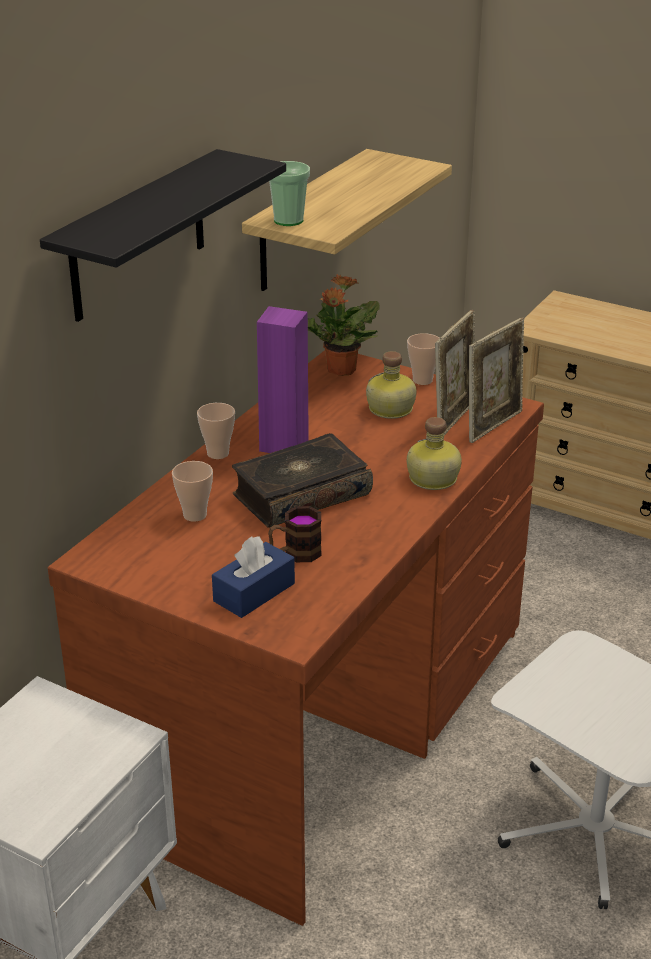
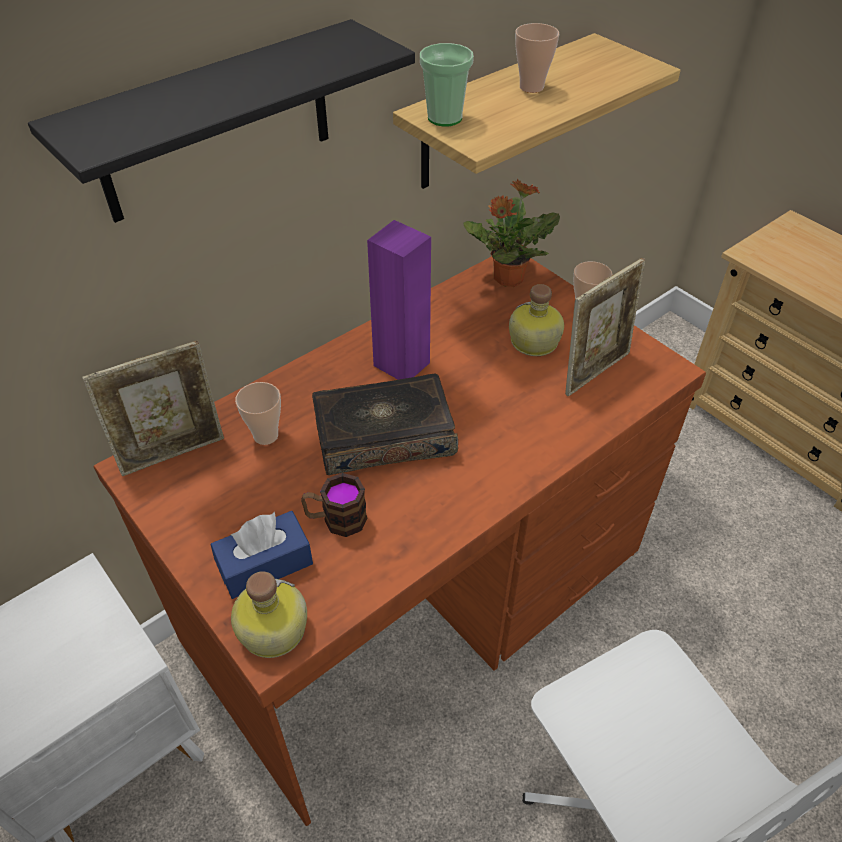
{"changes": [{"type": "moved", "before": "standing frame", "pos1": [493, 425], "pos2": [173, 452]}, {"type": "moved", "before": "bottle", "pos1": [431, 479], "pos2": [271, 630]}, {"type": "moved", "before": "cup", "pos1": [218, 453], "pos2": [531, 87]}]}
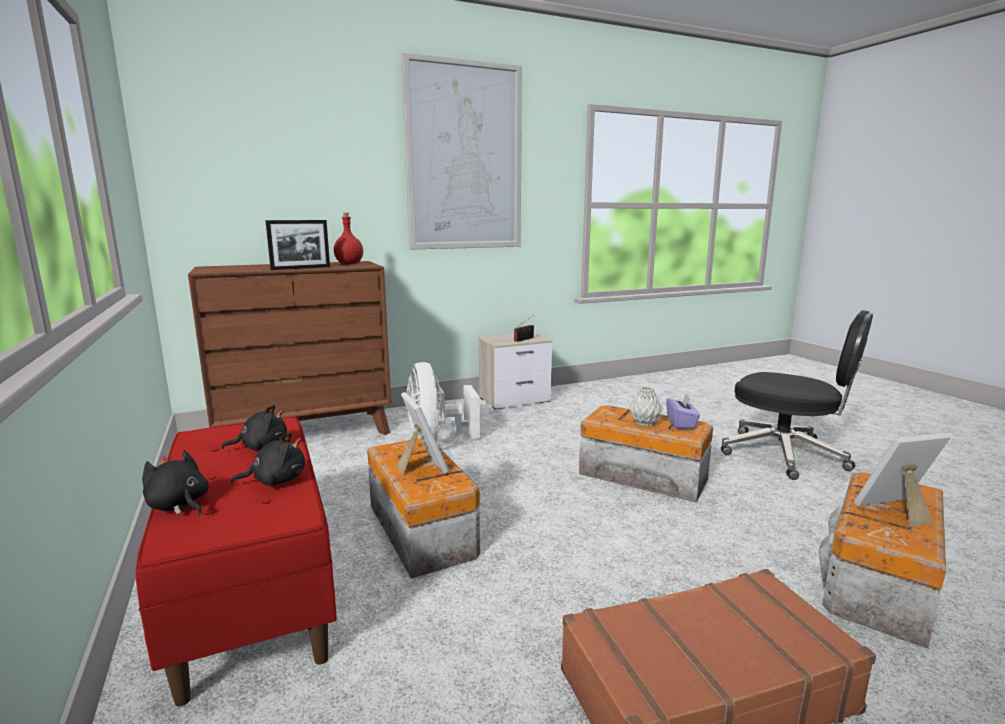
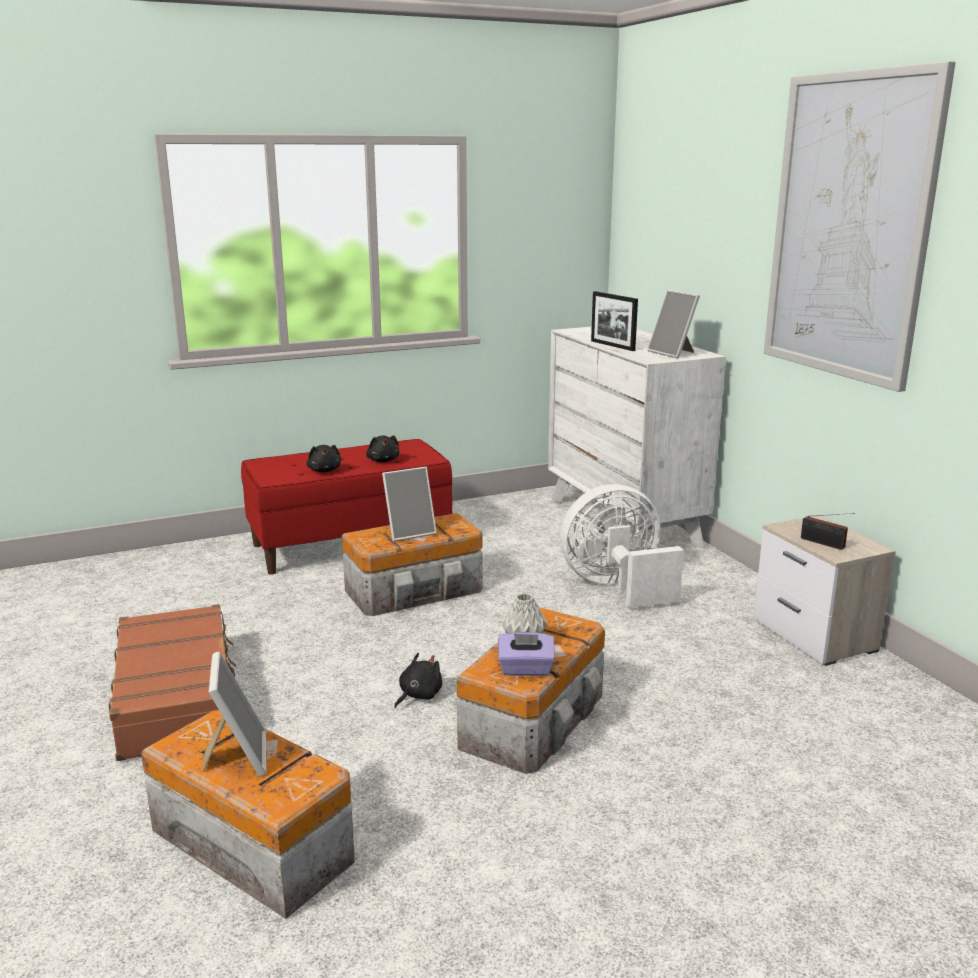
{"changes": [{"type": "moved", "before": "soft toy (black)", "pos1": [179, 505], "pos2": [418, 695]}, {"type": "recoloured", "before": "drawer chest (brownish)", "after": "drawer chest (whitish)", "pos1": [305, 433], "pos2": [623, 522]}, {"type": "replaced", "before": "bottle (red-coloured)", "after": "standing frame", "pos1": [349, 264], "pos2": [673, 353]}, {"type": "removed", "before": "office chair (black)", "pos1": [785, 455]}]}
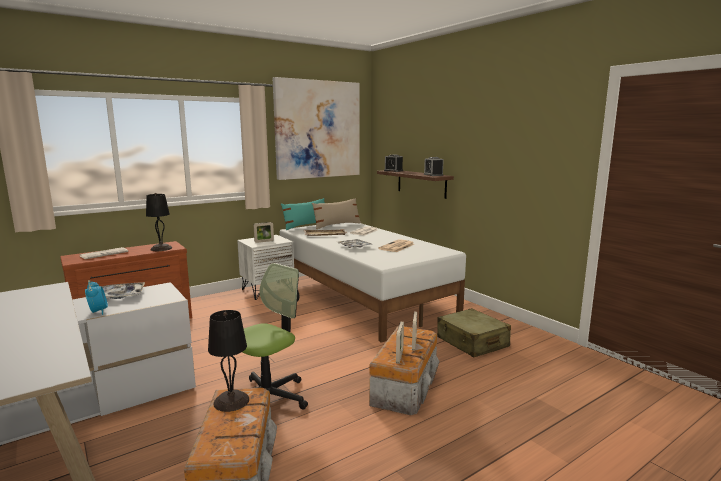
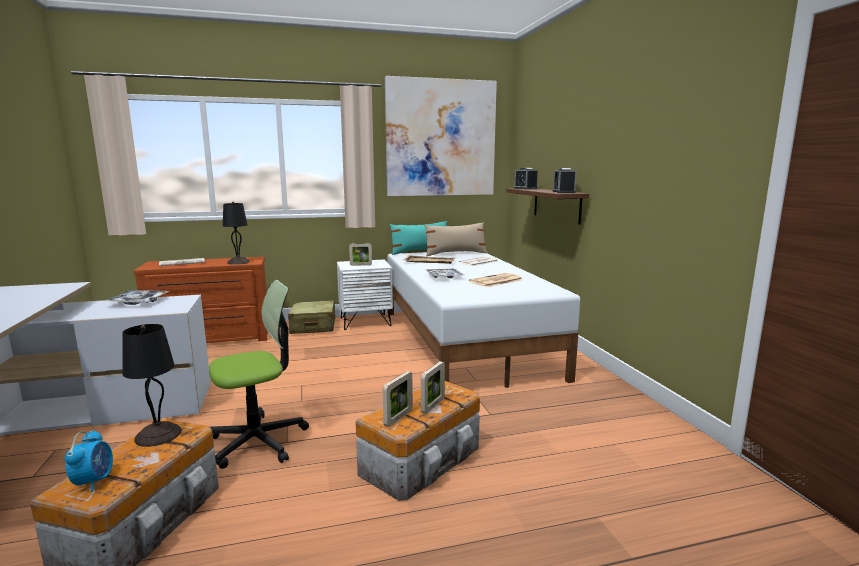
{"changes": [{"type": "moved", "before": "bedside clock", "pos1": [98, 311], "pos2": [94, 481]}, {"type": "moved", "before": "suitcase (beige-coloured)", "pos1": [472, 342], "pos2": [313, 326]}]}
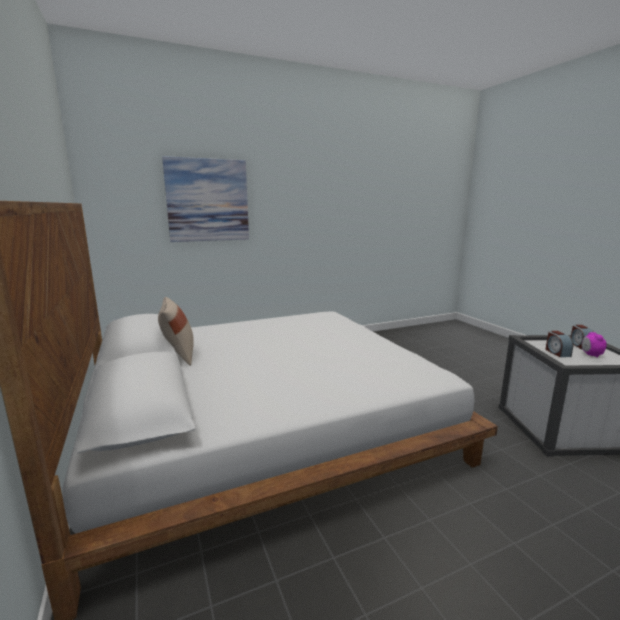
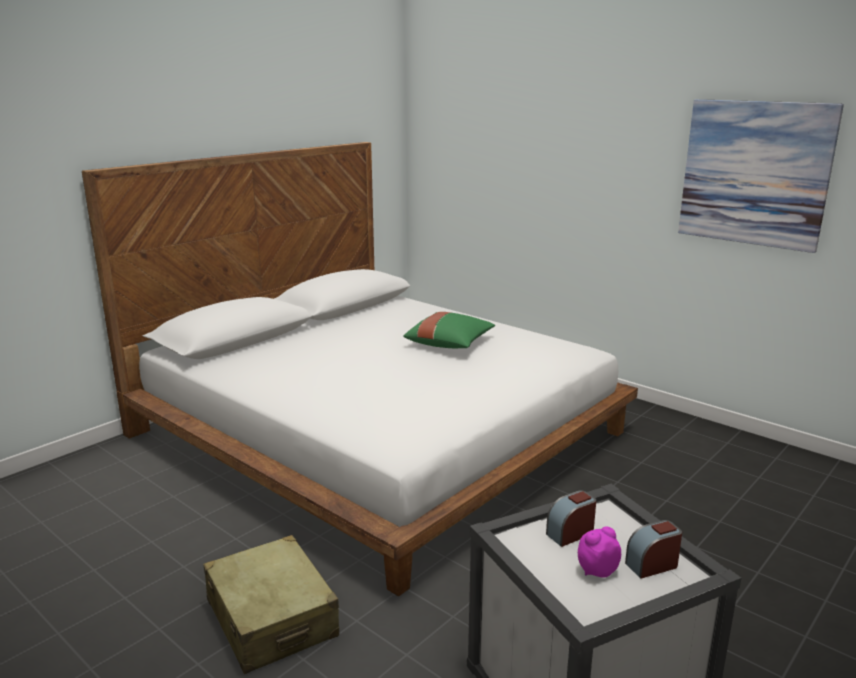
{"changes": [{"type": "added", "after": "suitcase (beige-coloured)", "pos2": [272, 619]}, {"type": "added", "after": "cushion (green)", "pos2": [450, 344]}, {"type": "moved", "before": "wall picture", "pos1": [208, 200], "pos2": [754, 173]}, {"type": "removed", "before": "cushion (beige-coloured)", "pos1": [179, 356]}]}
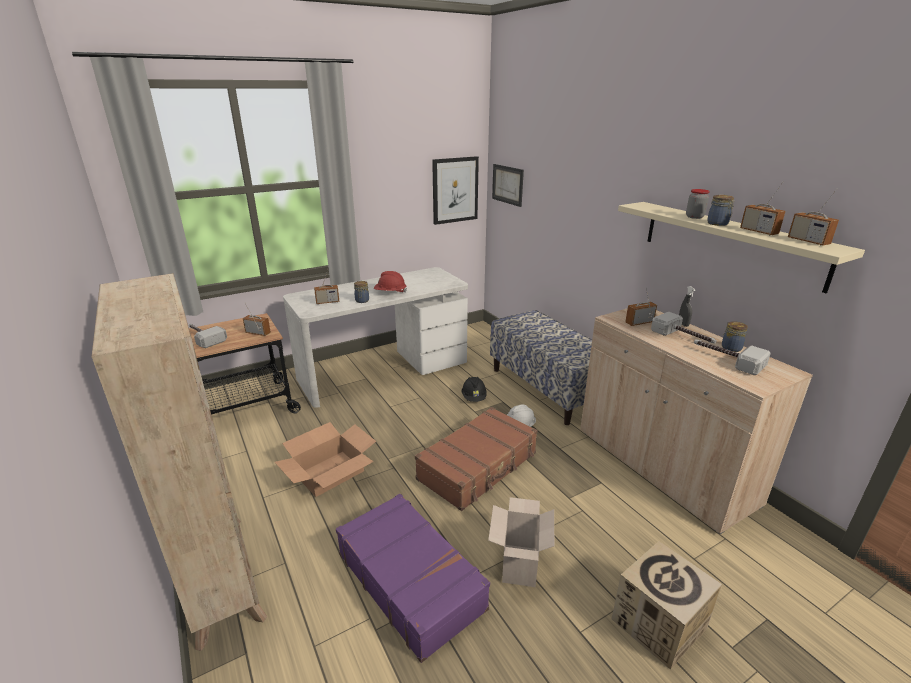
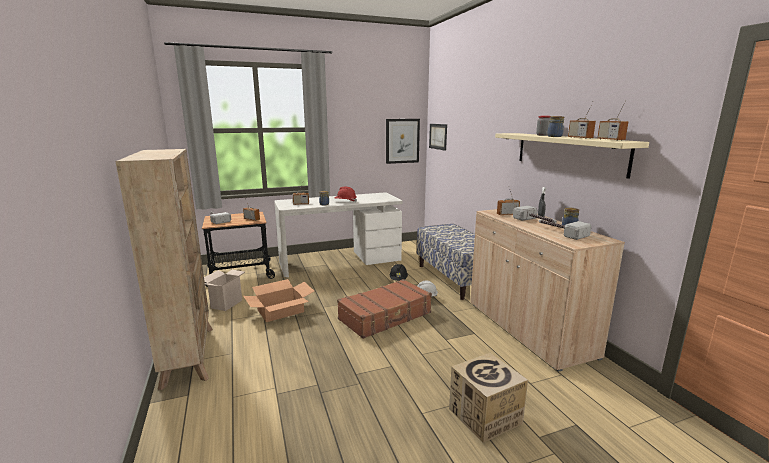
{"changes": [{"type": "moved", "before": "carton", "pos1": [518, 564], "pos2": [226, 303]}, {"type": "removed", "before": "suitcase (purple-coloured)", "pos1": [411, 580]}]}
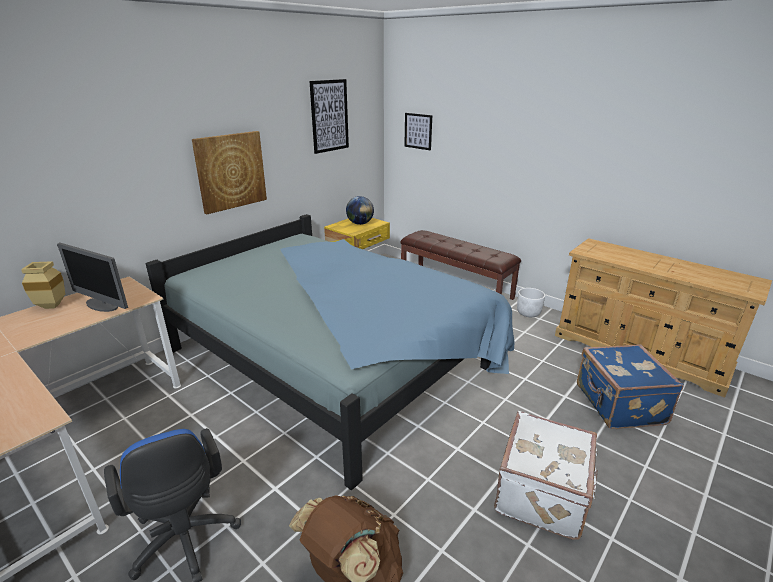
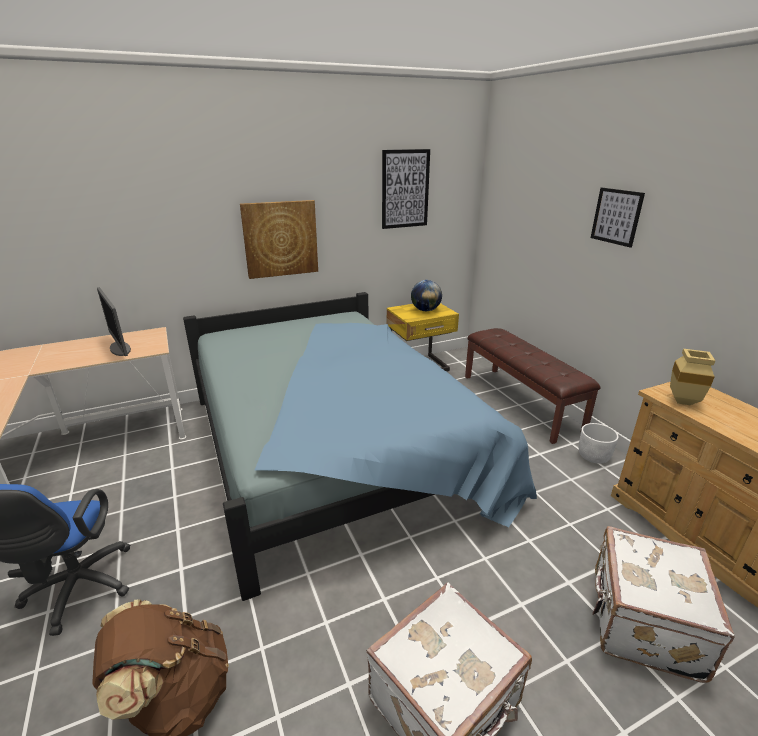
{"changes": [{"type": "moved", "before": "wall picture", "pos1": [418, 131], "pos2": [616, 216]}, {"type": "recoloured", "before": "suitcase (blue)", "after": "suitcase (whitish)", "pos1": [618, 405], "pos2": [641, 623]}, {"type": "moved", "before": "decorative vase (beige-coloured)", "pos1": [50, 307], "pos2": [681, 402]}]}
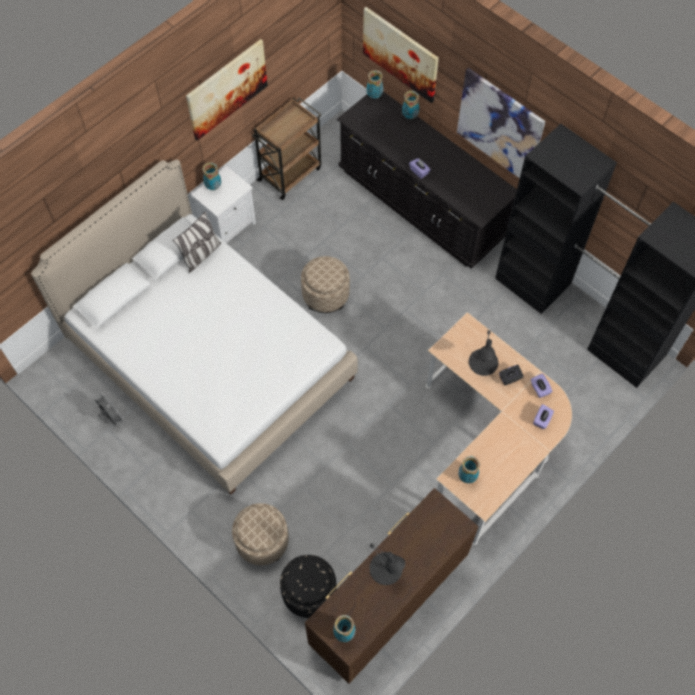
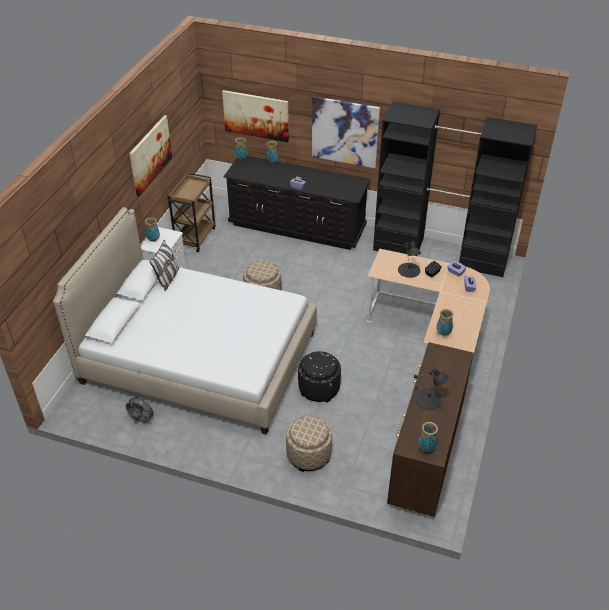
{"changes": [{"type": "moved", "before": "footrest (black)", "pos1": [309, 592], "pos2": [319, 388]}]}
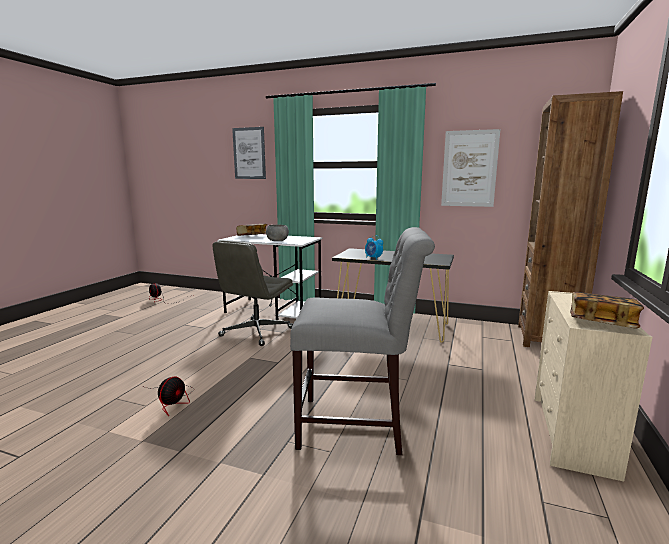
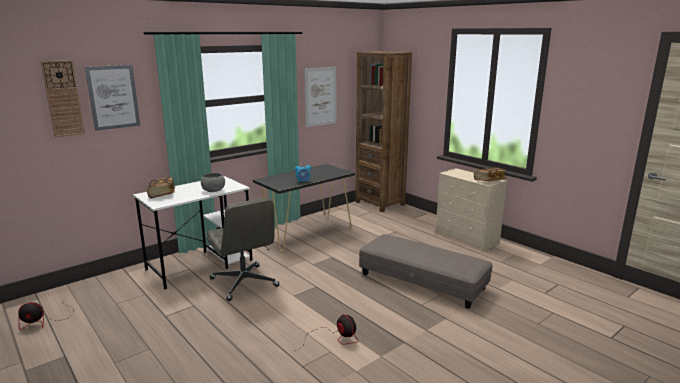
{"changes": [{"type": "added", "after": "wall clock", "pos2": [63, 98]}, {"type": "replaced", "before": "chair (greyish)", "after": "footrest (greyish)", "pos1": [358, 425], "pos2": [422, 281]}]}
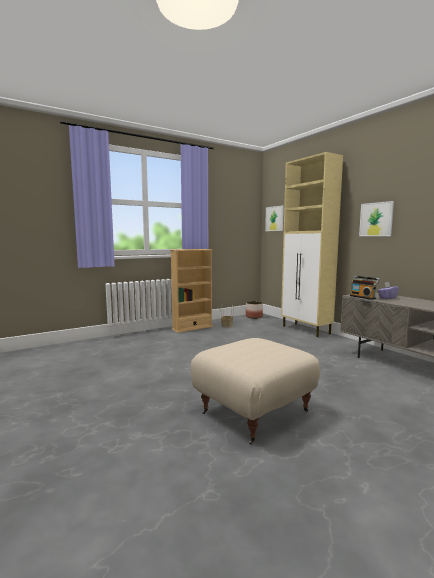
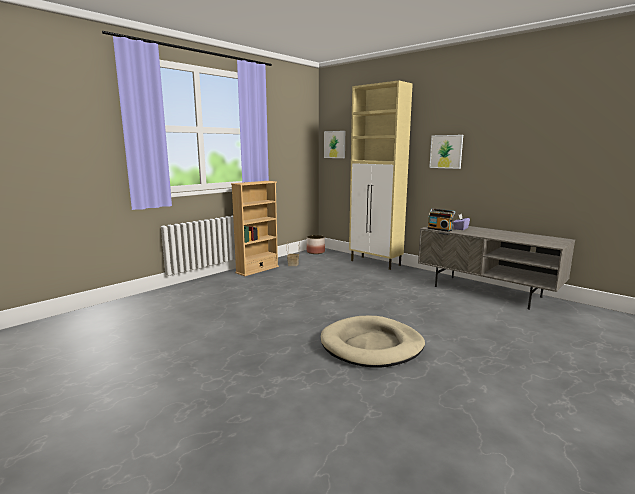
{"changes": [{"type": "replaced", "before": "footrest (beige-coloured)", "after": "pet bed (beige-coloured)", "pos1": [255, 412], "pos2": [372, 345]}]}
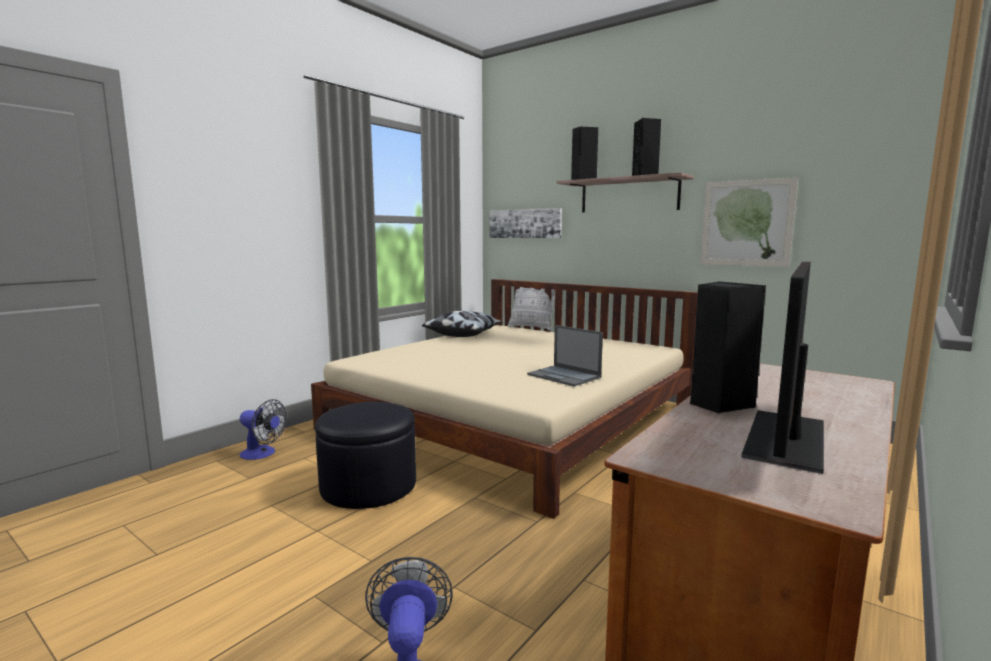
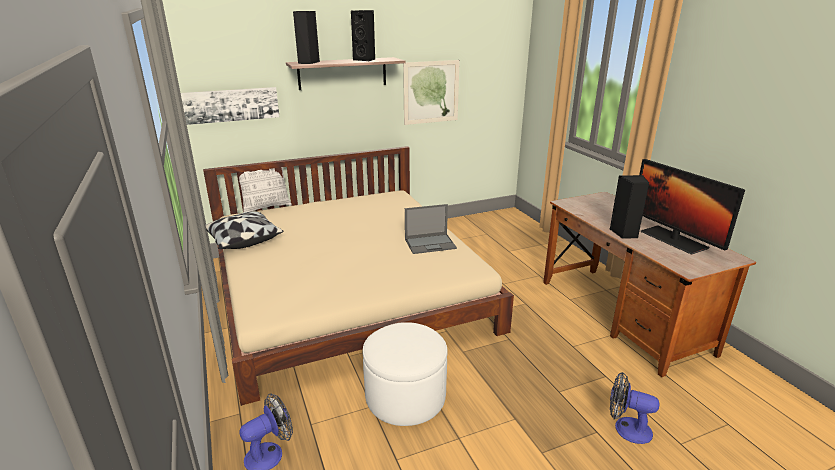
{"changes": [{"type": "recoloured", "before": "footrest (black)", "after": "footrest (whitish)", "pos1": [369, 485], "pos2": [405, 396]}]}
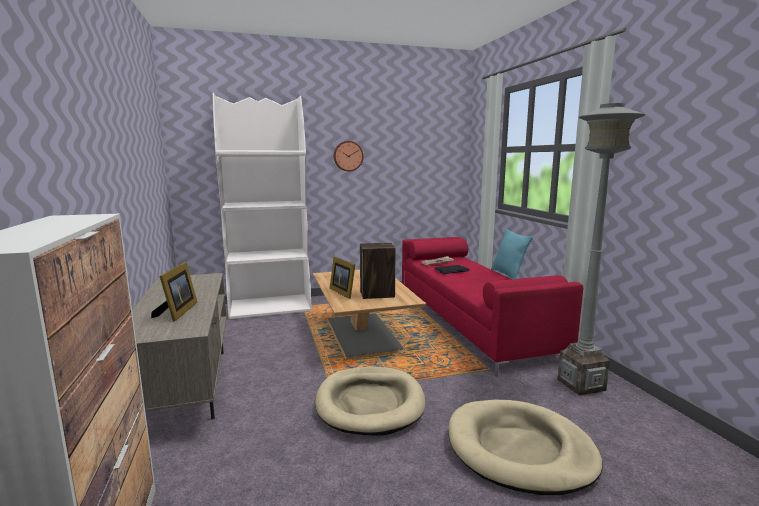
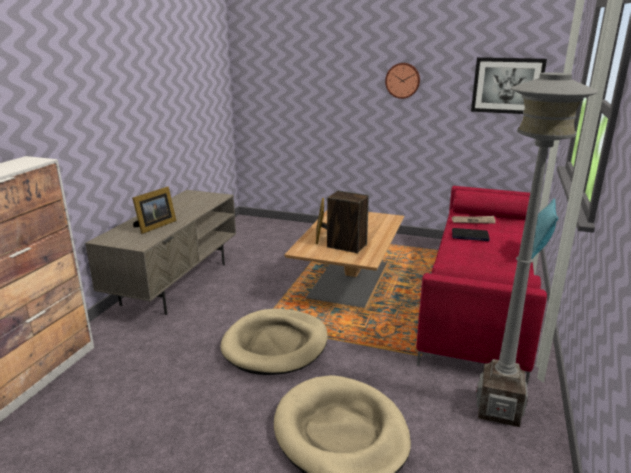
{"changes": [{"type": "added", "after": "wall picture", "pos2": [507, 85]}, {"type": "removed", "before": "bookshelf (whitish)", "pos1": [270, 307]}]}
